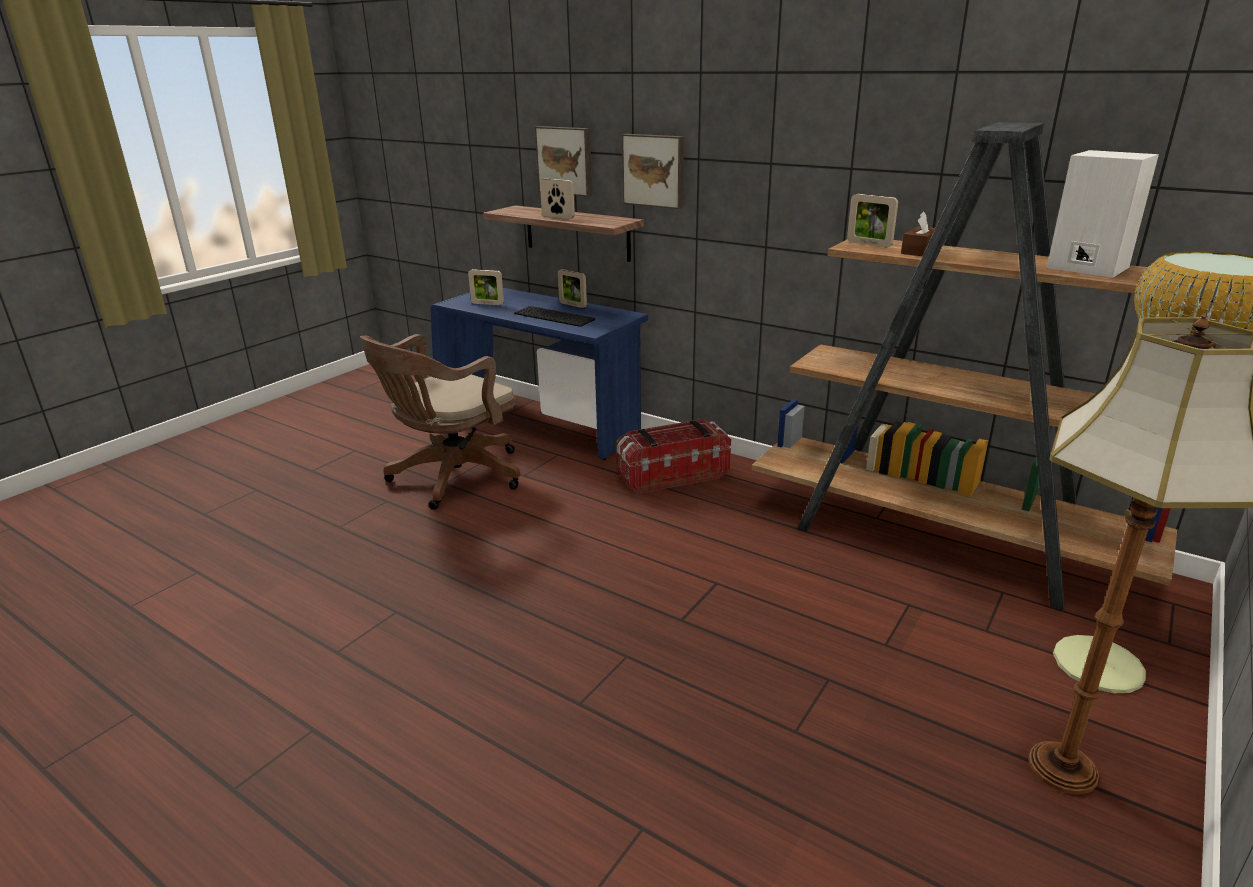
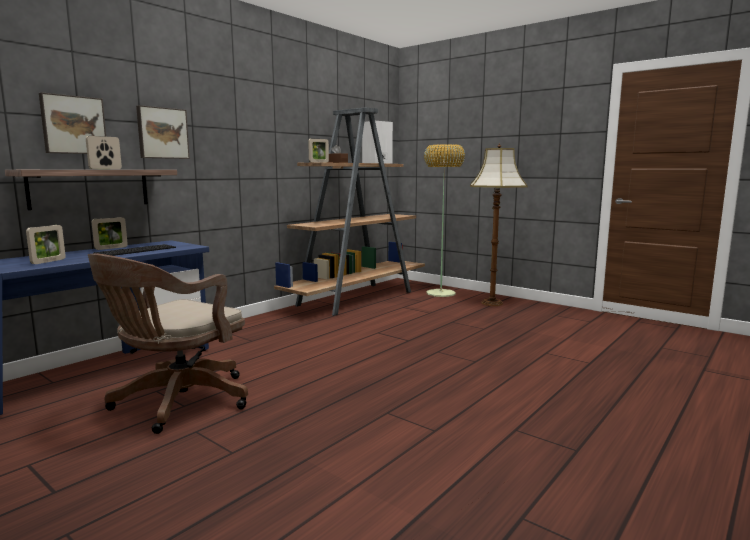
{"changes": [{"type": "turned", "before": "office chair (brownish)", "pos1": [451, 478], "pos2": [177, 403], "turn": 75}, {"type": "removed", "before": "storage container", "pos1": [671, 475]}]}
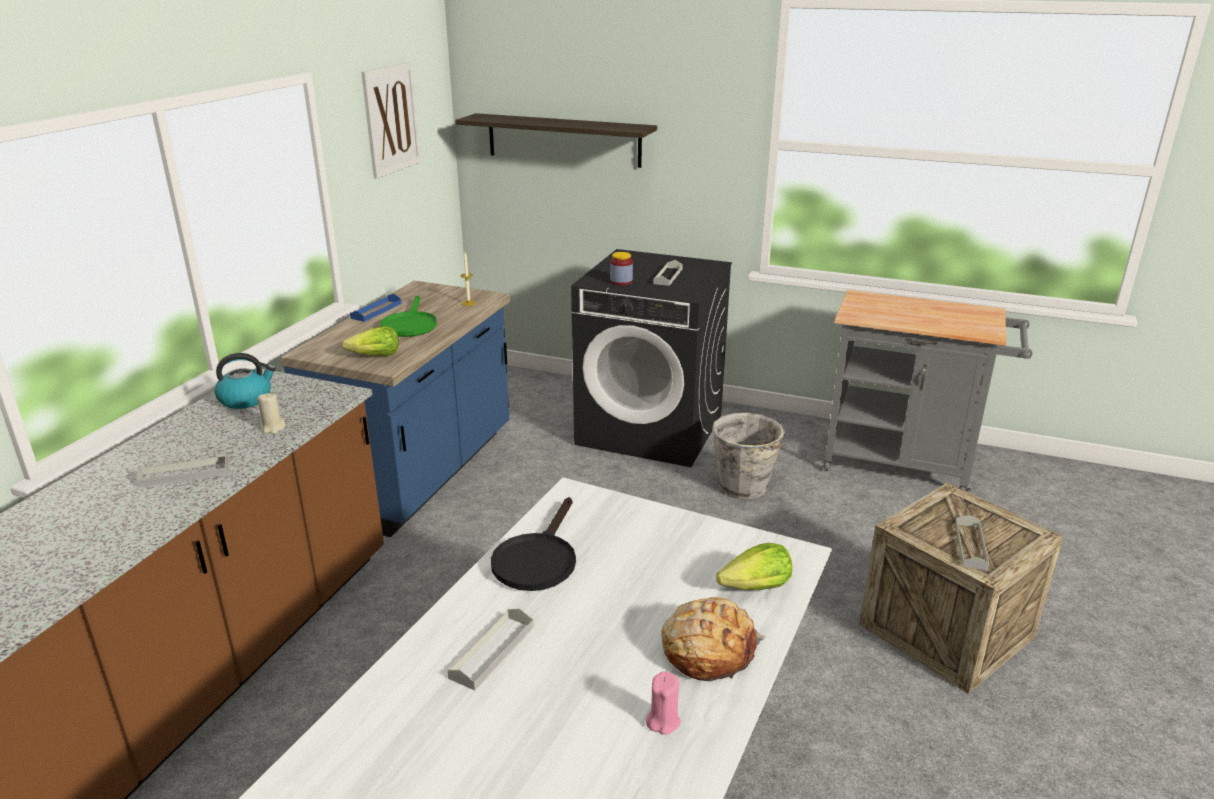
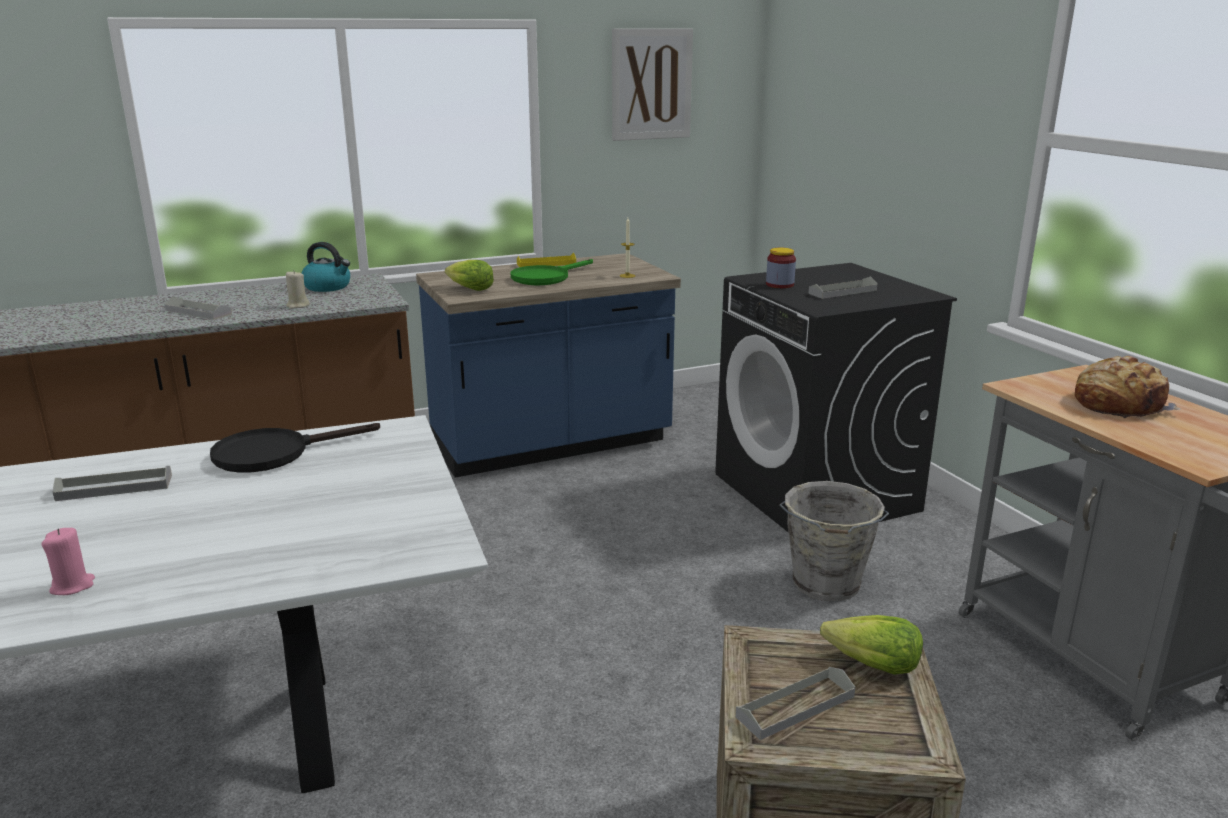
{"changes": [{"type": "recoloured", "before": "tray (blue)", "after": "tray (yellowish)", "pos1": [376, 311], "pos2": [546, 264]}, {"type": "moved", "before": "head of lettuce", "pos1": [756, 587], "pos2": [872, 665]}, {"type": "moved", "before": "bakery bread", "pos1": [708, 650], "pos2": [1118, 404]}, {"type": "removed", "before": "bracket shelf", "pos1": [563, 140]}]}
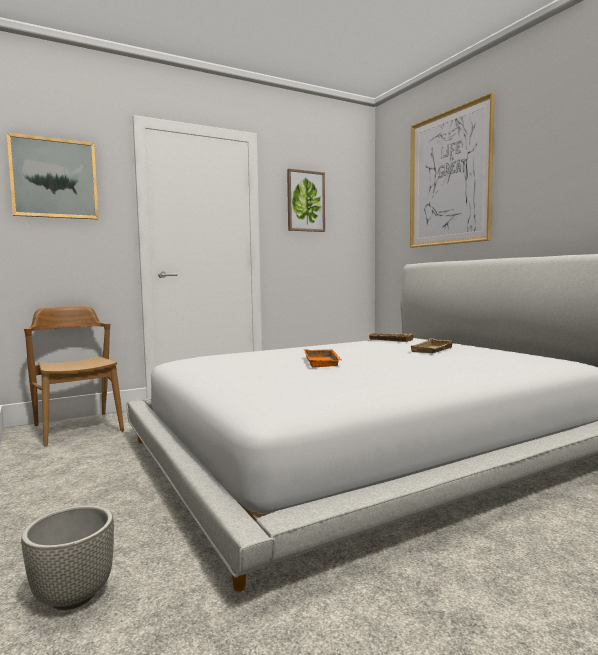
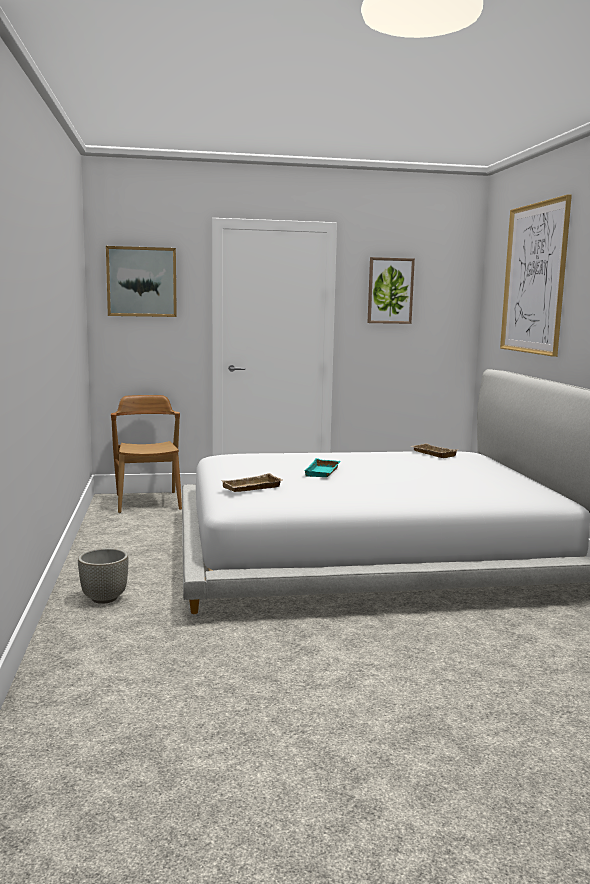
{"changes": [{"type": "moved", "before": "tray (beige-coloured)", "pos1": [433, 350], "pos2": [252, 488]}, {"type": "recoloured", "before": "tray (orangey)", "after": "tray (turquoise)", "pos1": [323, 362], "pos2": [323, 472]}]}
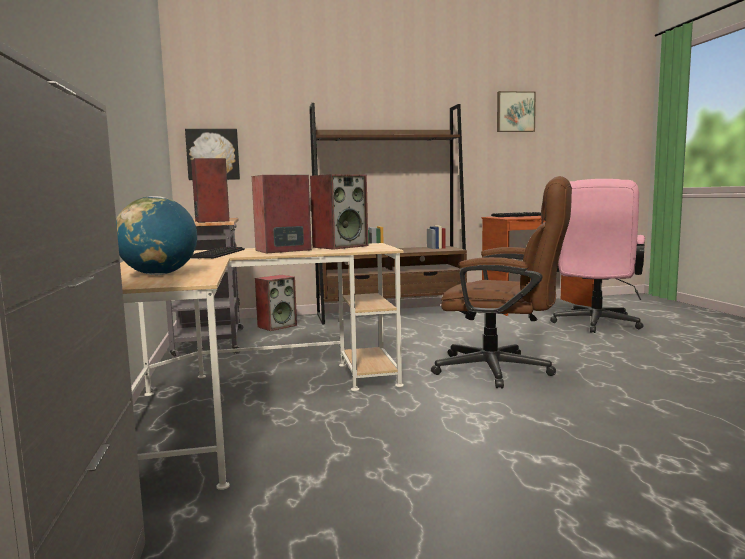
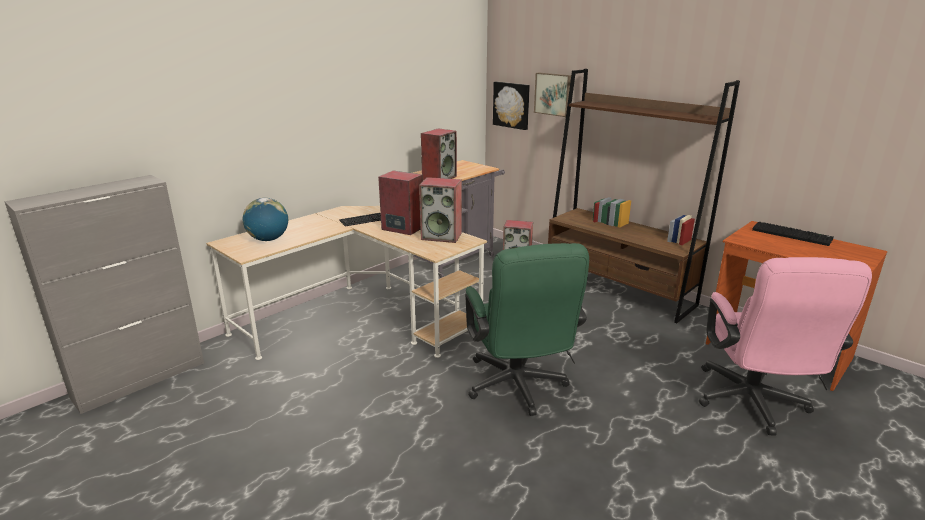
{"changes": [{"type": "recoloured", "before": "office chair (brownish)", "after": "office chair (green)", "pos1": [503, 370], "pos2": [518, 389]}, {"type": "moved", "before": "wall picture", "pos1": [515, 112], "pos2": [553, 94]}, {"type": "turned", "before": "office chair (pinkish)", "pos1": [595, 325], "pos2": [753, 405], "turn": -75}]}
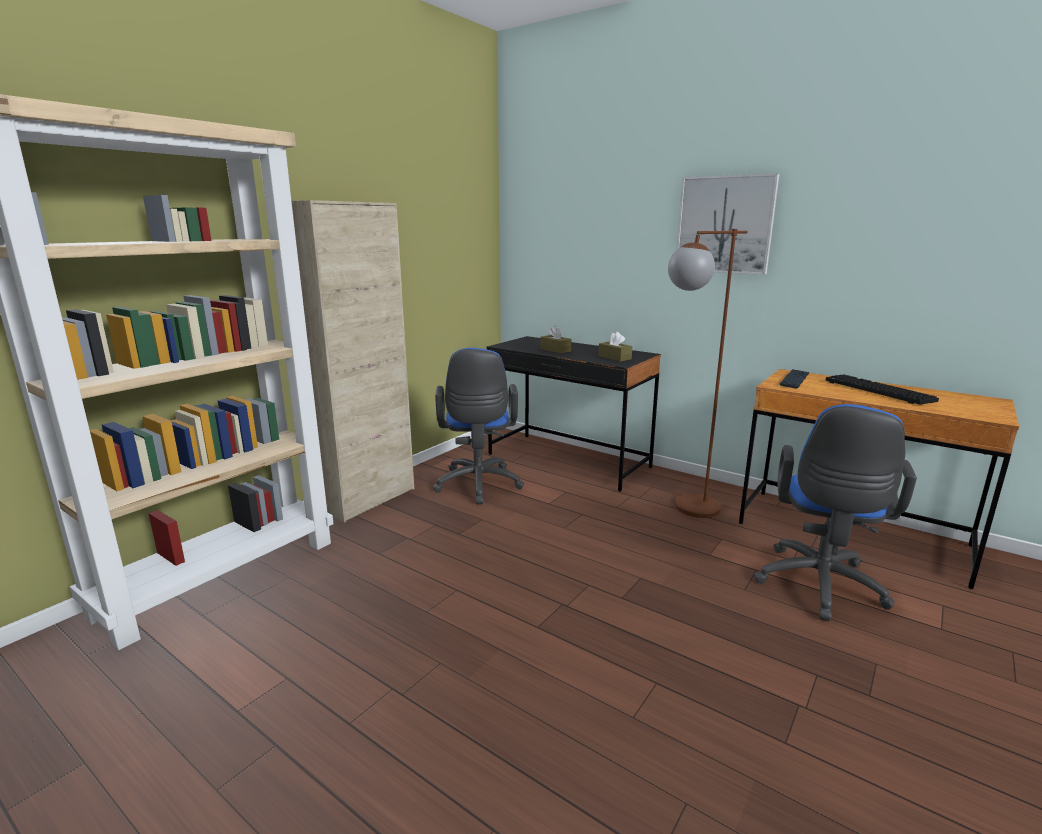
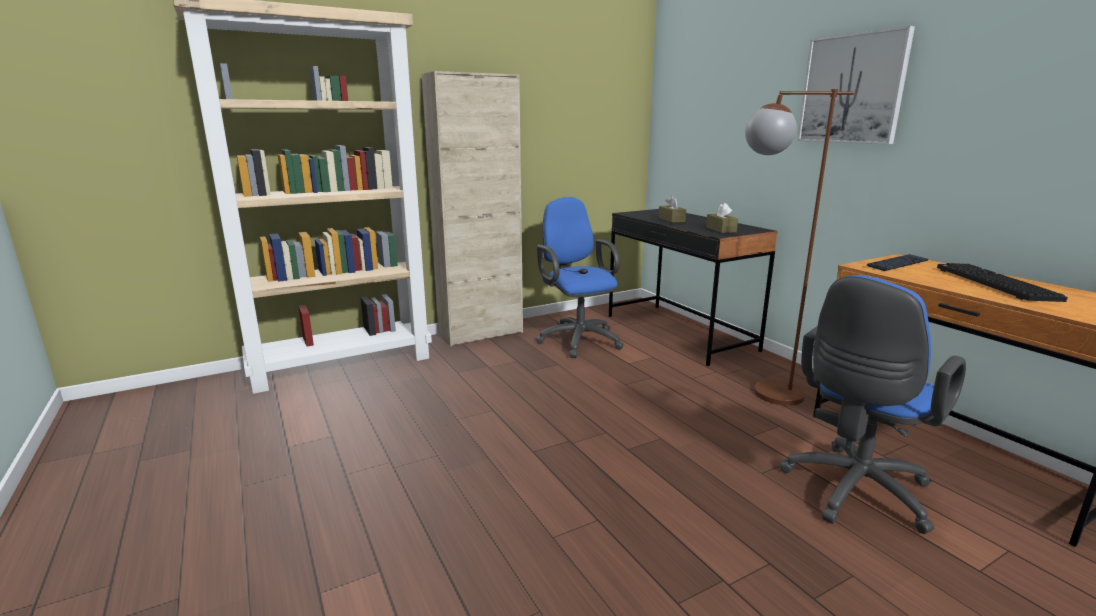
{"changes": [{"type": "turned", "before": "office chair (blue)", "pos1": [478, 486], "pos2": [577, 339], "turn": 135}]}
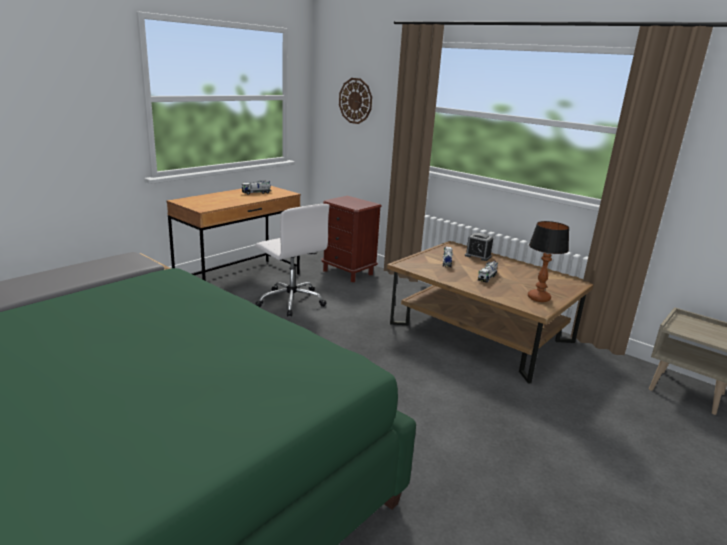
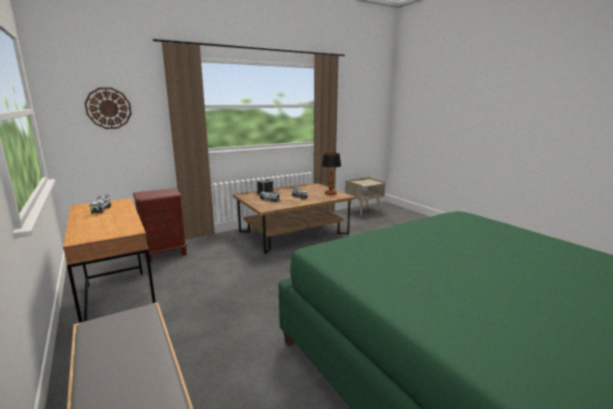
{"changes": [{"type": "removed", "before": "office chair (whitish)", "pos1": [291, 301]}]}
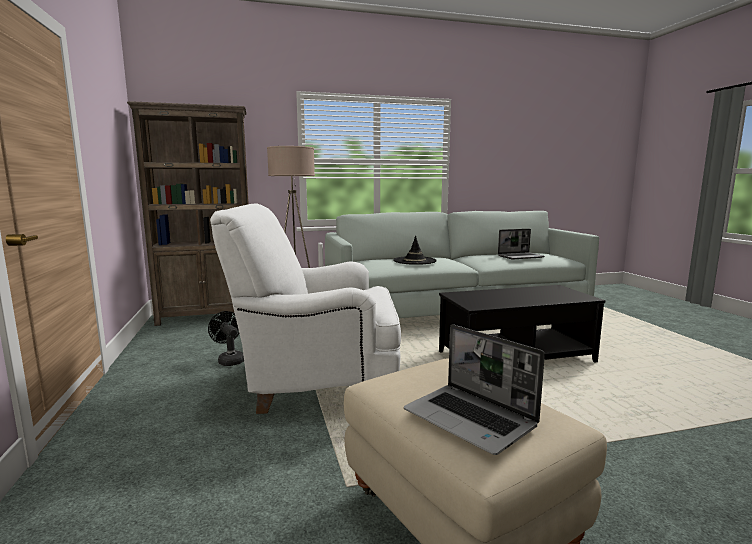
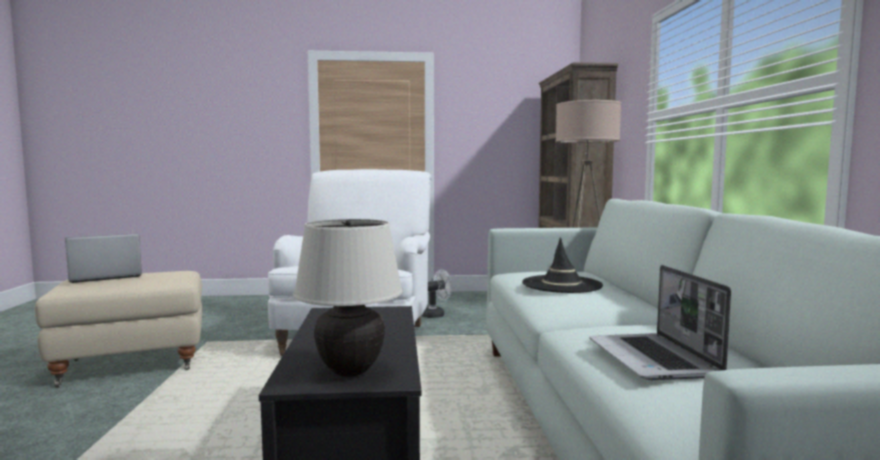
{"changes": [{"type": "added", "after": "tabletop lamp (beige-coloured)", "pos2": [350, 372]}, {"type": "recoloured", "before": "electric fan (black)", "after": "electric fan (whitish)", "pos1": [229, 360], "pos2": [436, 315]}]}
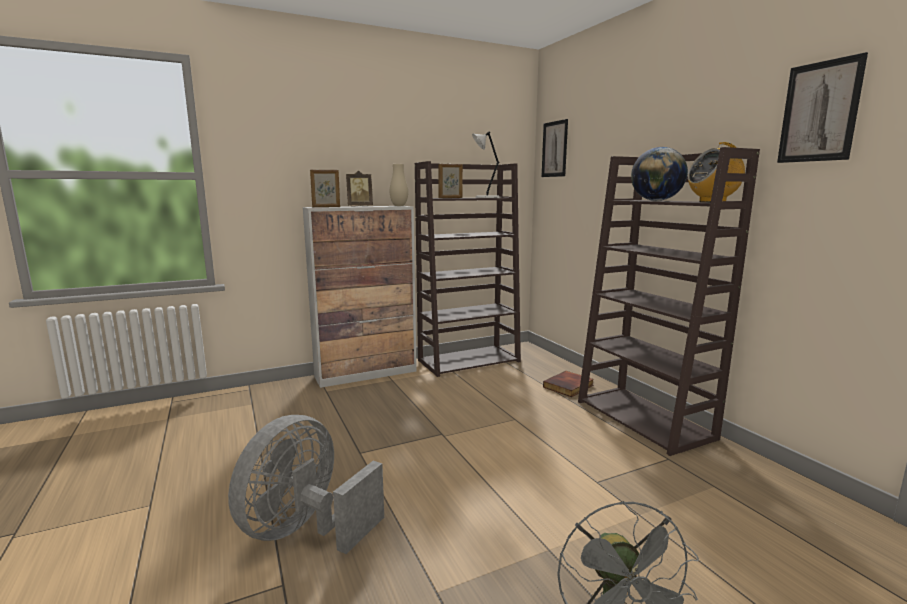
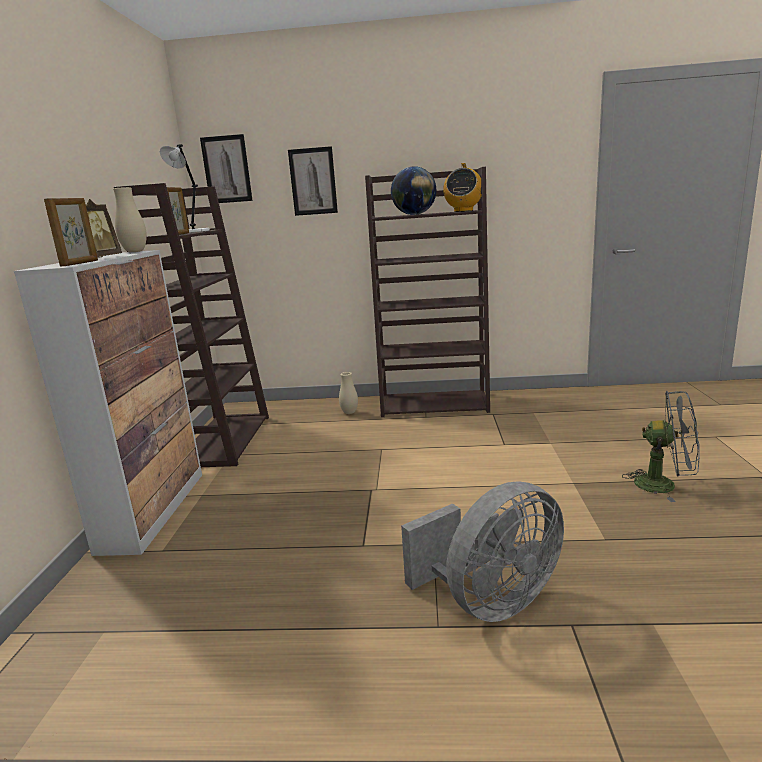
{"changes": [{"type": "moved", "before": "wall picture", "pos1": [819, 112], "pos2": [313, 181]}, {"type": "replaced", "before": "book", "after": "decorative vase (beige-coloured)", "pos1": [569, 386], "pos2": [349, 412]}, {"type": "turned", "before": "electric fan (greyish)", "pos1": [305, 530], "pos2": [490, 601], "turn": -90}]}
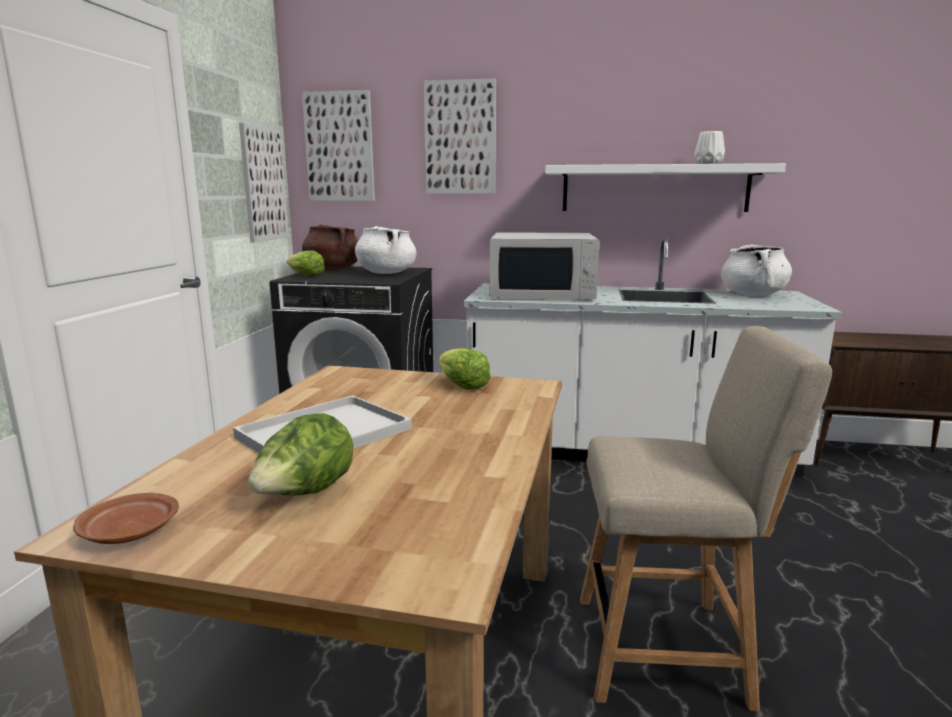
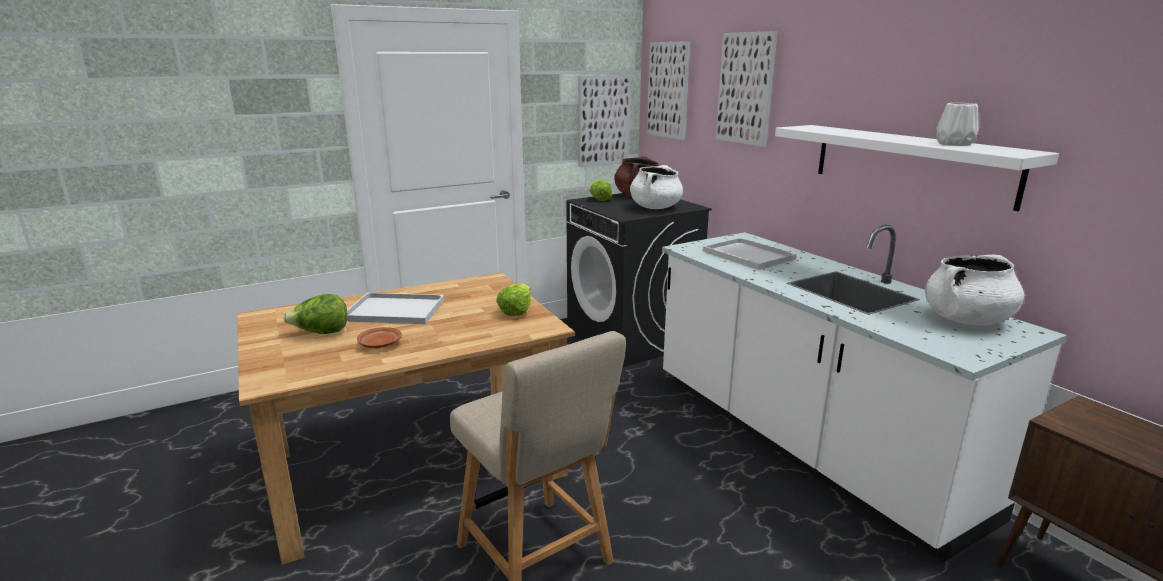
{"changes": [{"type": "moved", "before": "plate (brownish)", "pos1": [128, 532], "pos2": [379, 344]}, {"type": "replaced", "before": "microwave oven (whitish)", "after": "tray (whitish)", "pos1": [542, 293], "pos2": [750, 255]}]}
